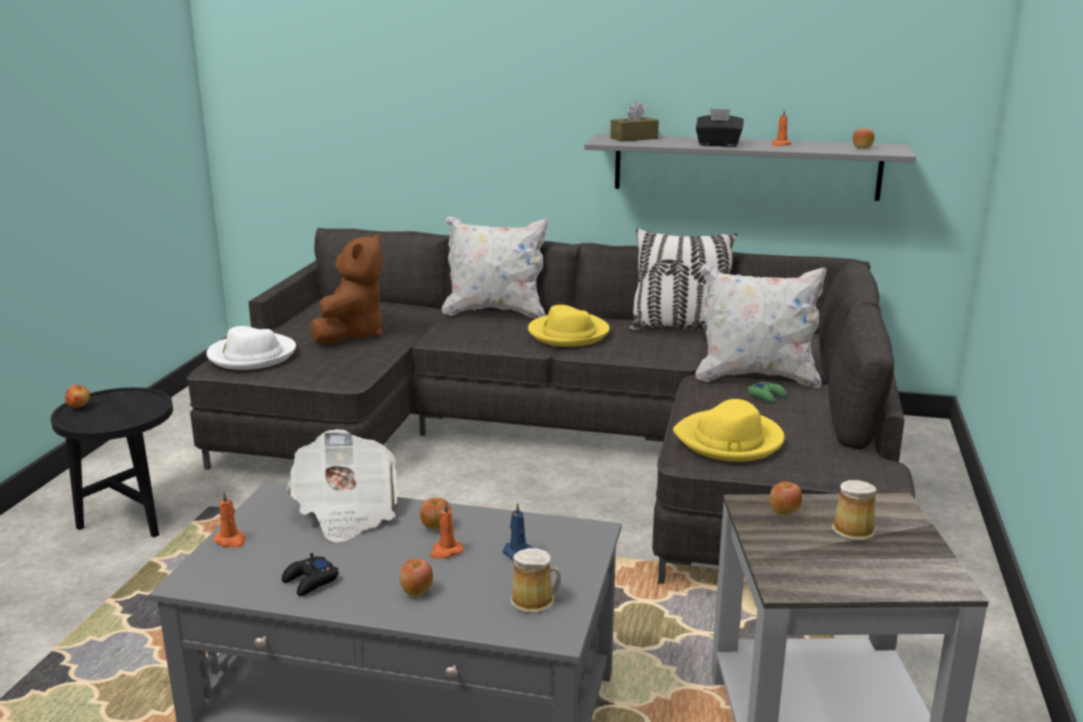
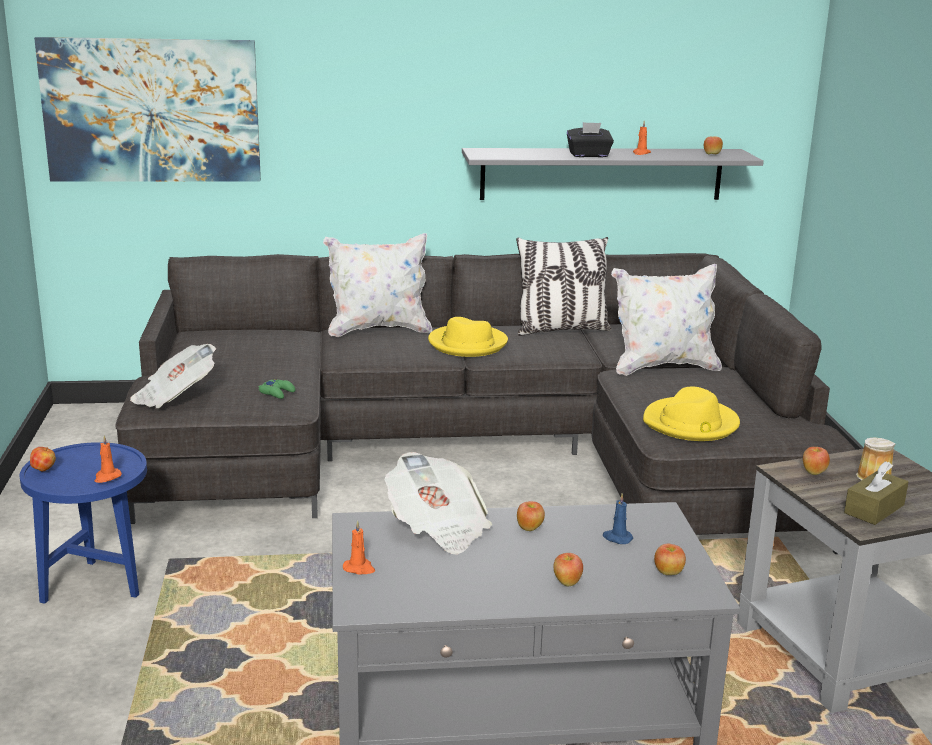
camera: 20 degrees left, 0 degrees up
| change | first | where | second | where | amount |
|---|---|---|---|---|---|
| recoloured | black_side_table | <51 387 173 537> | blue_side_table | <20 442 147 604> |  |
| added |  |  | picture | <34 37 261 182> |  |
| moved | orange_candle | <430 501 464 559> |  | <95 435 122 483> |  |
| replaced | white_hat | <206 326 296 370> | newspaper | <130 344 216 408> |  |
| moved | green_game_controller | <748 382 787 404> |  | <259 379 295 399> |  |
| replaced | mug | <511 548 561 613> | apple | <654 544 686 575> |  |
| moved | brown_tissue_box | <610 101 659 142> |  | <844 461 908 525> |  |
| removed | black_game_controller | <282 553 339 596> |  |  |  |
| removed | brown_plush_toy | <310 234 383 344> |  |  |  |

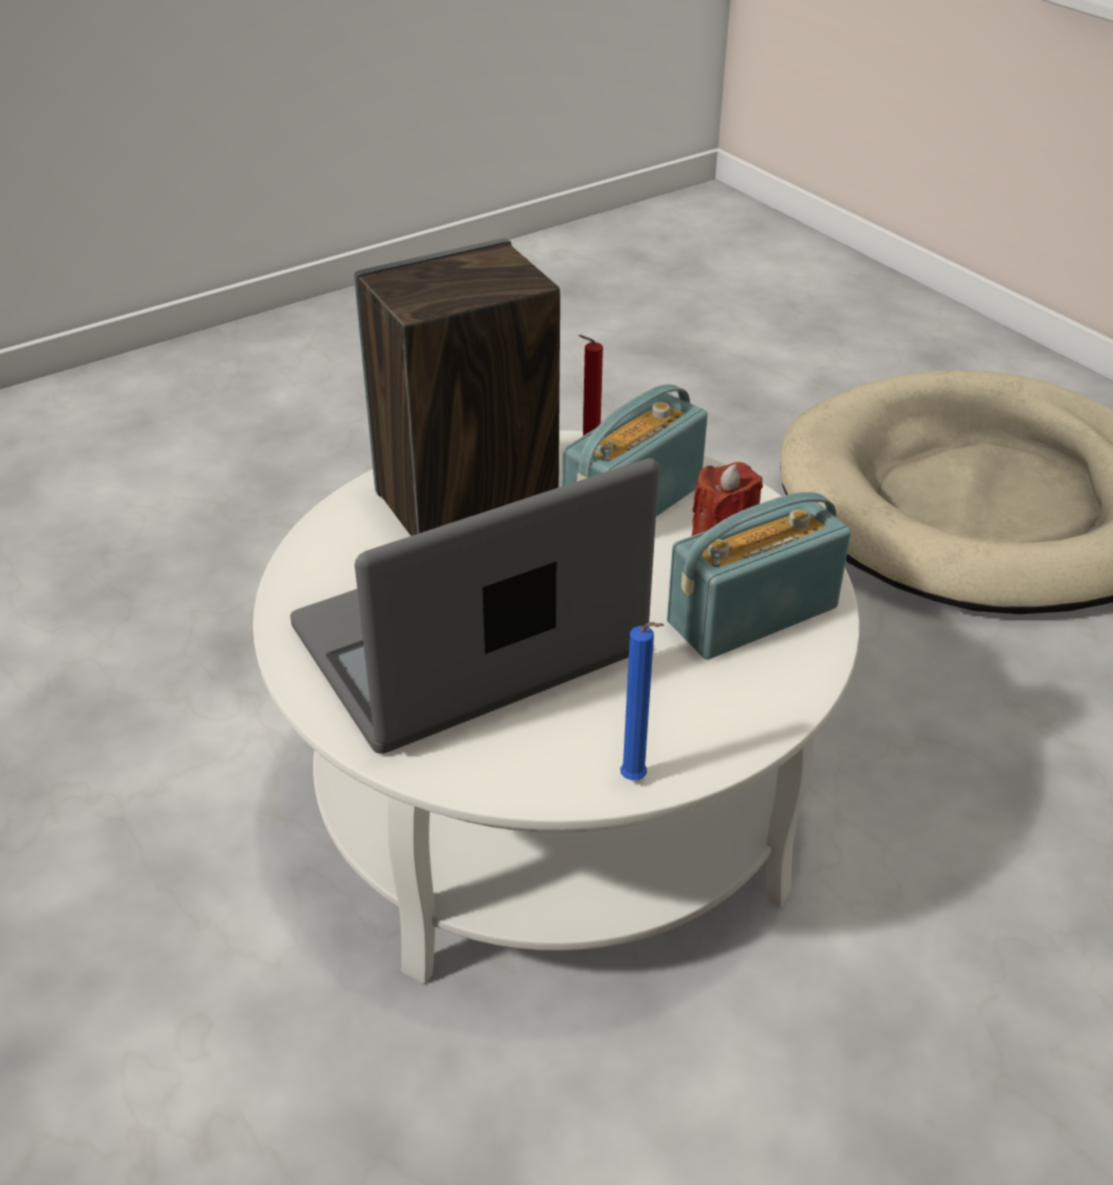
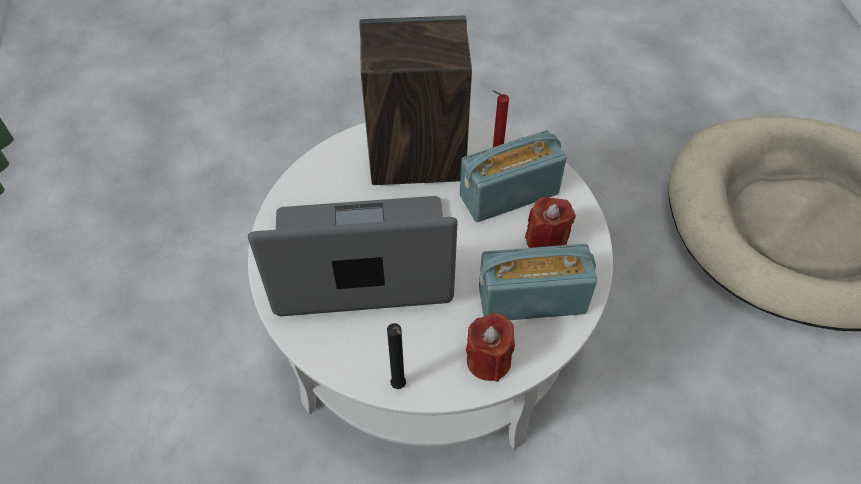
camera: 25 degrees right, 15 degrees up
| change | first | where | second | where | amount |
|---|---|---|---|---|---|
| recoloured | blue_candle | <620 622 664 780> | black_candle | <387 323 406 389> |  |
| added |  |  | red_candle | <466 313 515 382> |  |

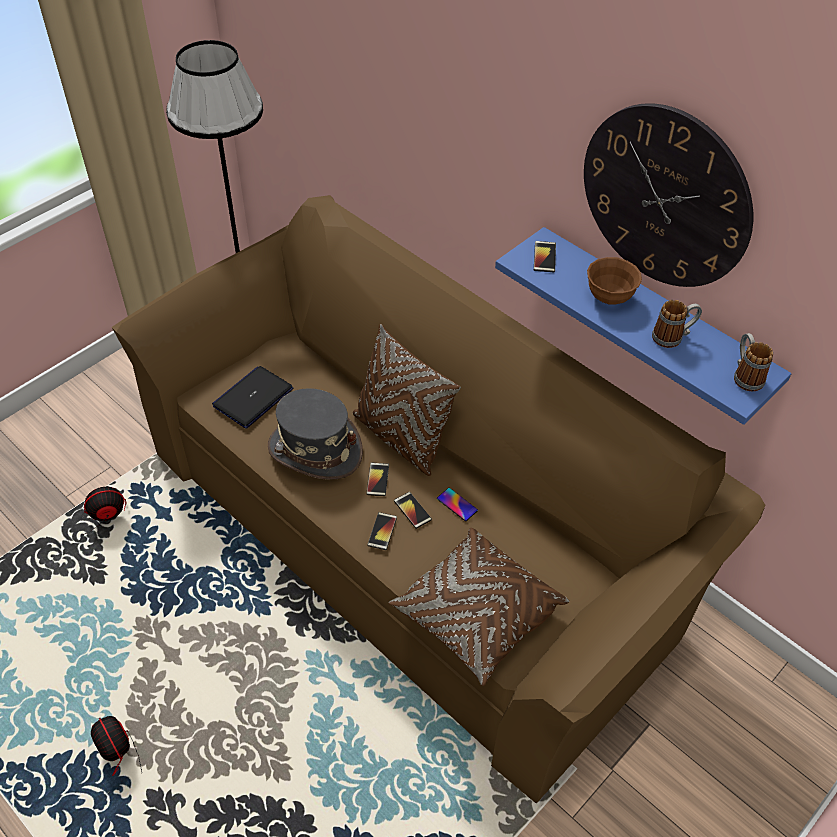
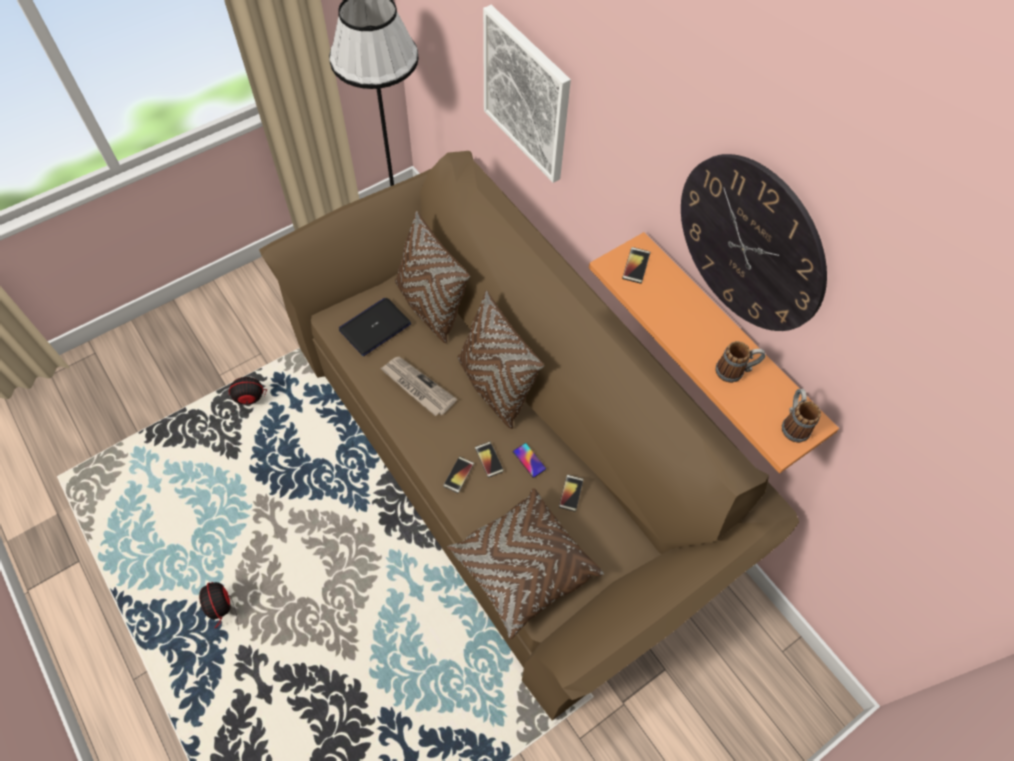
camera: 10 degrees right, 10 degrees up
| change | first | where | second | where | amount |
|---|---|---|---|---|---|
| replaced | grey_hat | <267 388 363 480> | newspaper | <380 357 457 416> |  |
| added |  |  | brown_pillow | <395 211 470 343> |  |
| added |  |  | picture | <483 5 571 183> |  |
| moved | phone | <366 462 389 496> |  | <559 475 584 512> |  |
| recoloured | blue_shelf | <495 227 792 425> | orange_shelf | <589 232 839 473> |  |
| removed | brown_bowl | <587 257 642 305> |  |  |  |

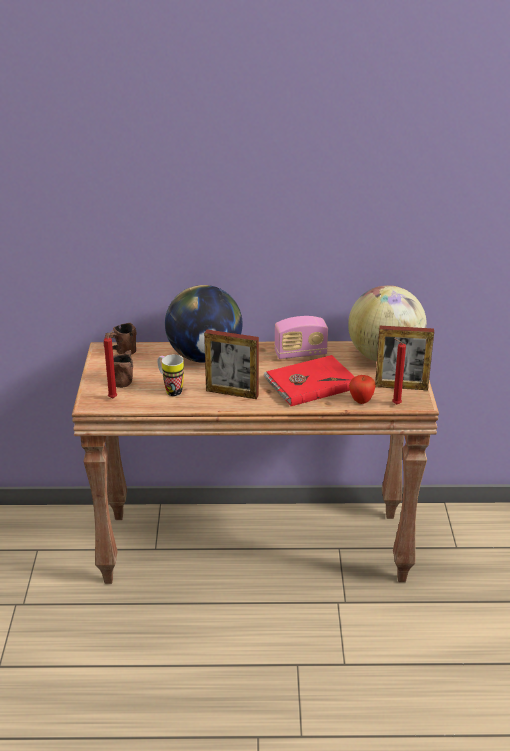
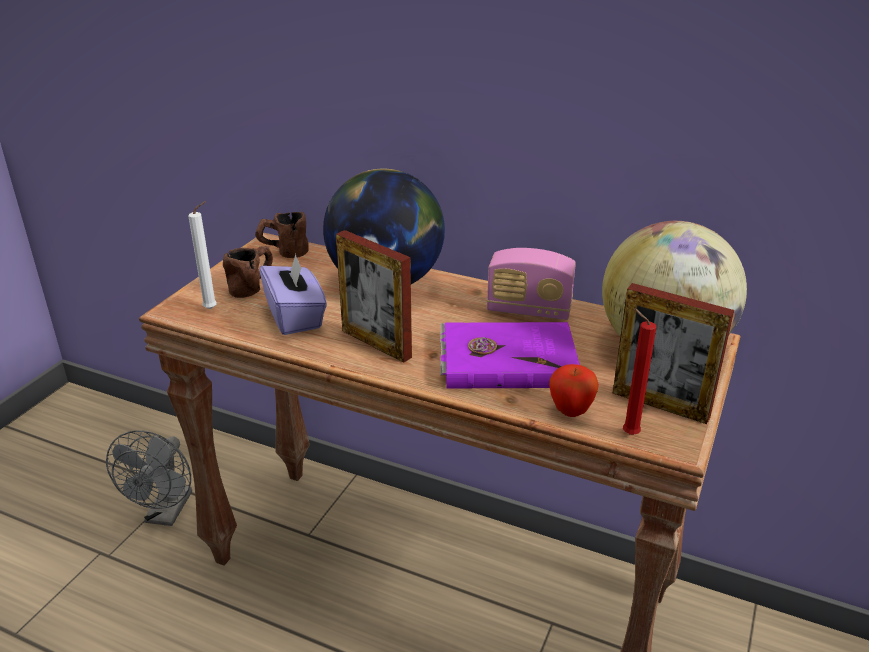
camera: 25 degrees right, 0 degrees up
| change | first | where | second | where | amount |
|---|---|---|---|---|---|
| added |  |  | grey_fan | <106 430 192 526> |  |
| recoloured | red_candle | <104 330 117 398> | white_candle | <188 201 217 309> |  |
| replaced | mug | <157 355 184 396> | purple_tissue_box | <259 254 327 335> |  |
| recoloured | red_book | <264 355 355 406> | purple_book | <440 322 580 389> |  |

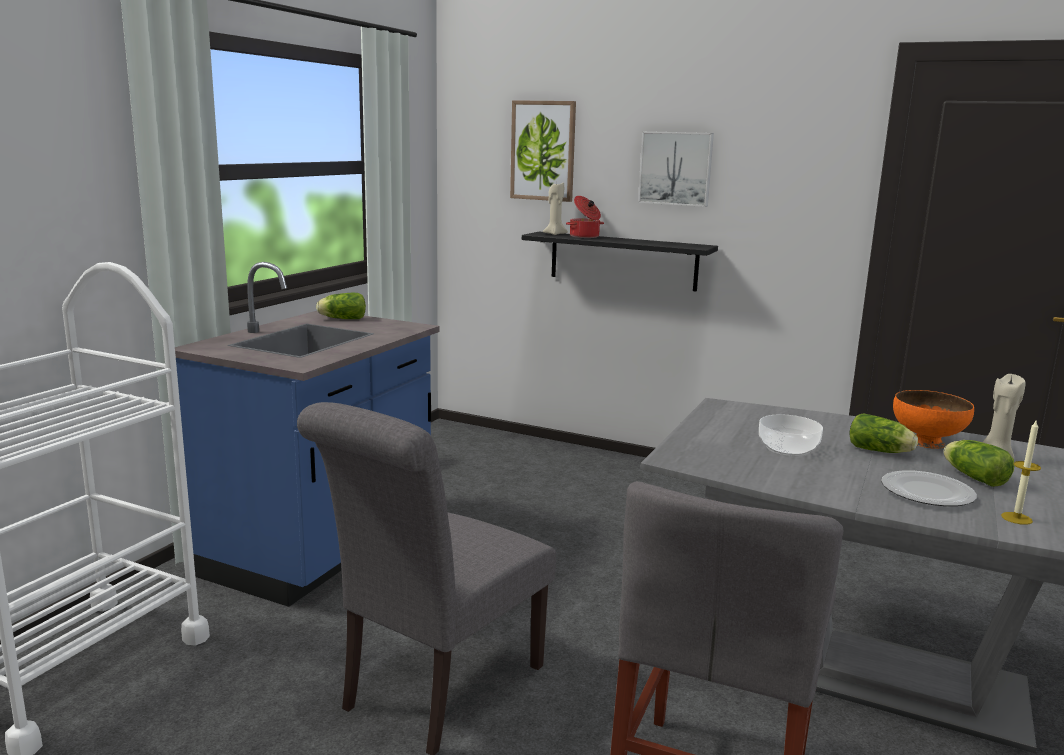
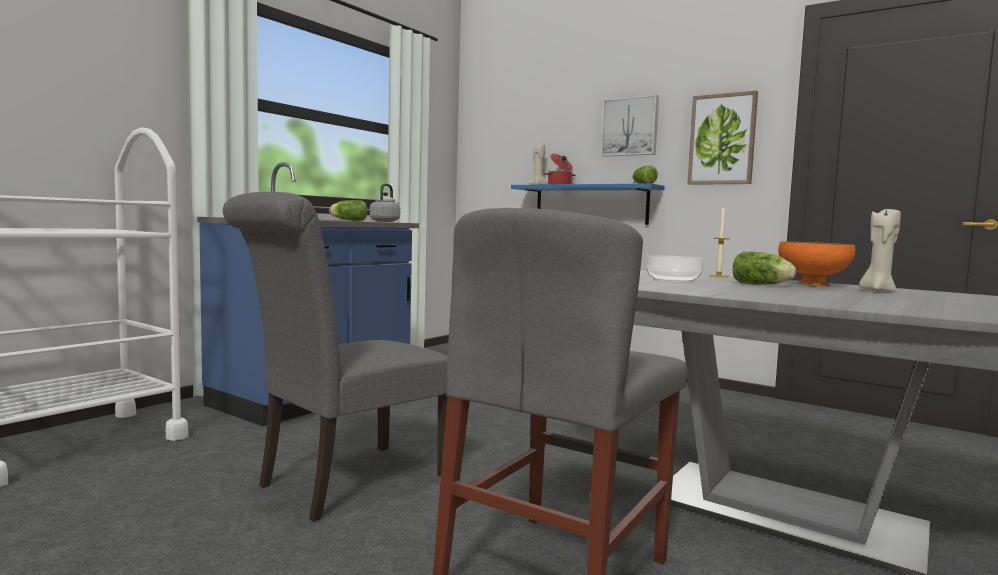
camera: 10 degrees right, 10 degrees down
| change | first | where | second | where | amount |
|---|---|---|---|---|---|
| added |  |  | grey_kettle | <370 183 400 222> |  |
| recoloured | black_shelf | <522 232 718 292> | blue_shelf | <511 183 665 225> |  |
| moved | lettuce | <944 440 1014 487> |  | <633 165 658 184> |  |
| moved | picture | <510 100 576 202> |  | <687 91 758 185> |  |
| moved | candle | <1001 419 1041 525> |  | <709 207 730 277> |  |
| removed | plate | <881 470 977 506> |  |  |  |

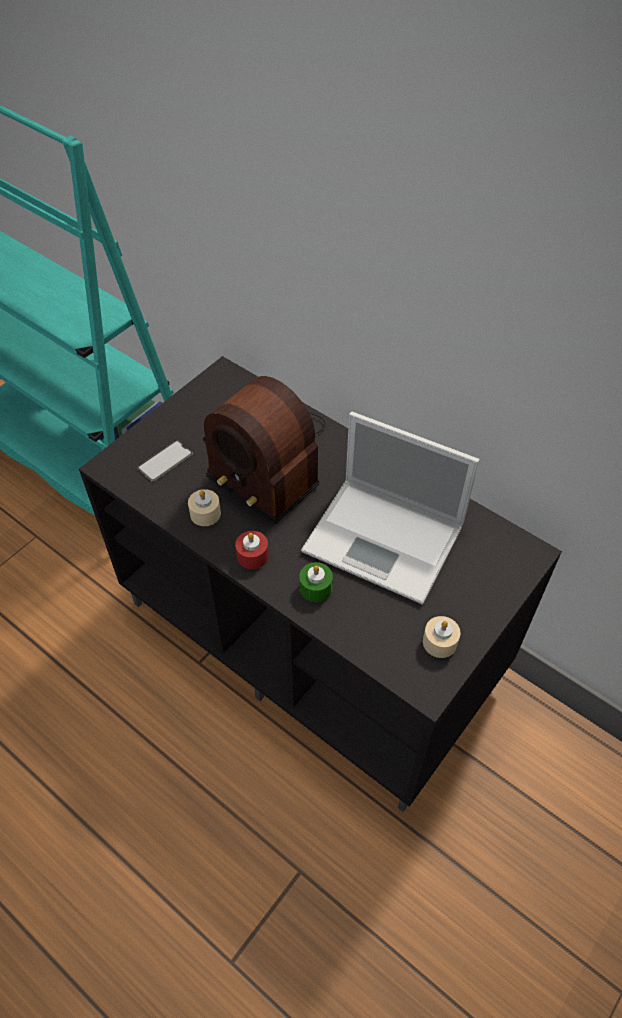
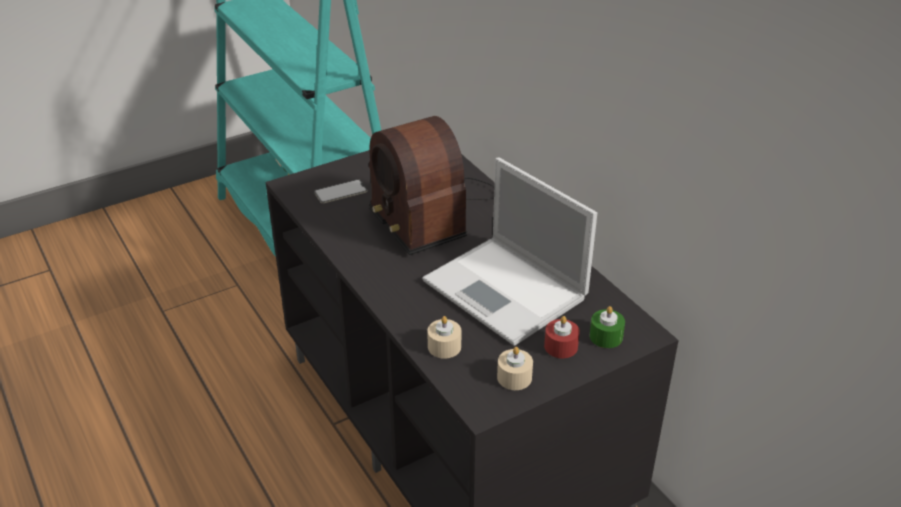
camera: 20 degrees right, 15 degrees down
| change | first | where | second | where | amount |
|---|---|---|---|---|---|
| moved | beige_candle | <188 489 221 526> |  | <427 316 461 359> |  |
| moved | red_candle | <235 531 269 569> |  | <544 316 580 358> |  |
| moved | green_candle | <299 562 333 602> |  | <590 306 625 348> |  |

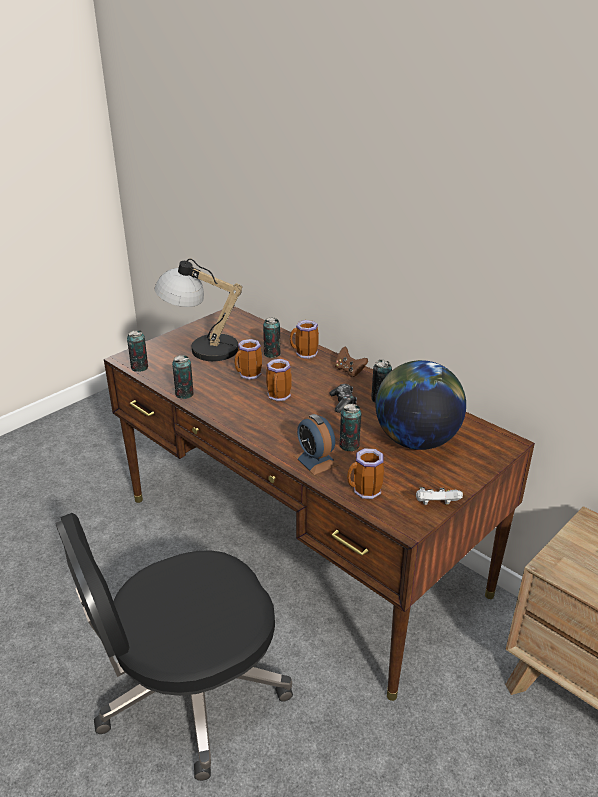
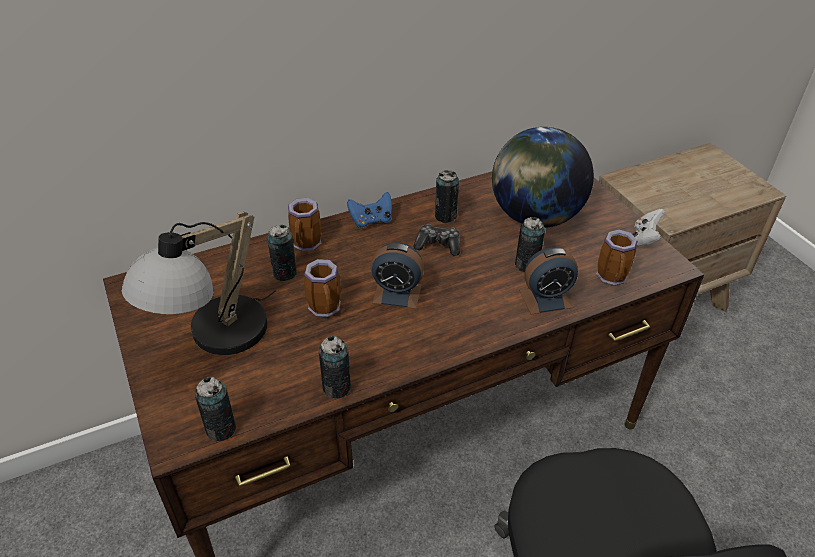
camera: 70 degrees left, 10 degrees up
| change | first | where | second | where | amount |
|---|---|---|---|---|---|
| recoloured | brown_game_controller | <335 347 368 377> | blue_game_controller | <347 192 392 228> |  |
| replaced | mug | <266 359 292 401> | alarm_clock | <371 242 424 309> |  |

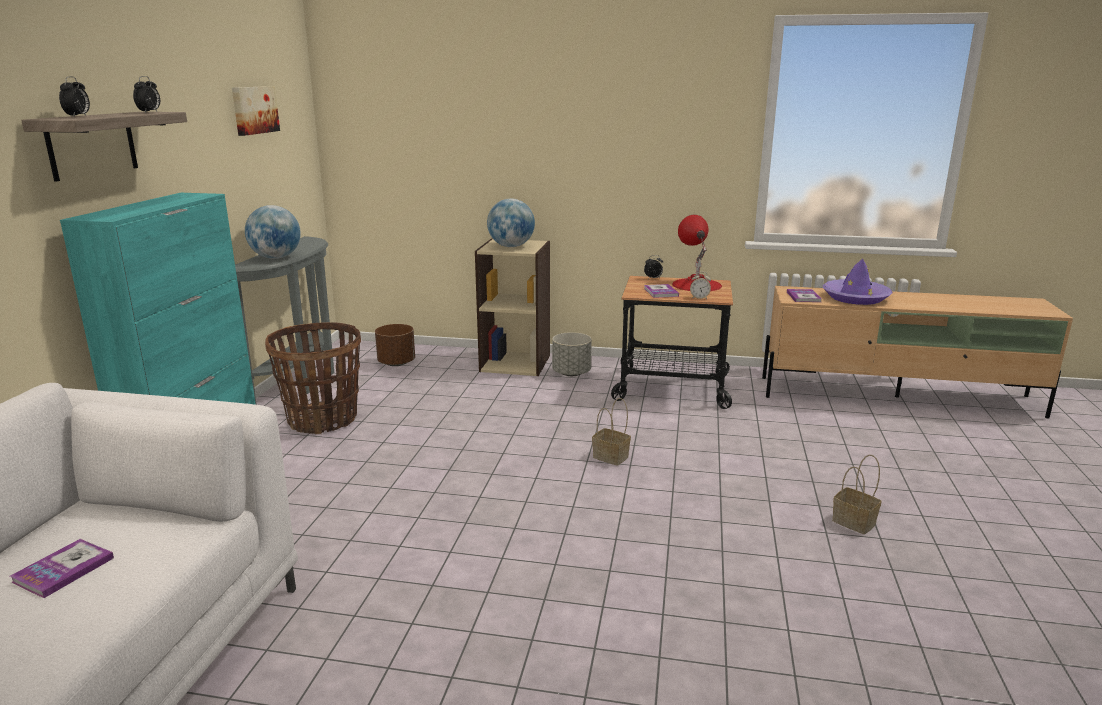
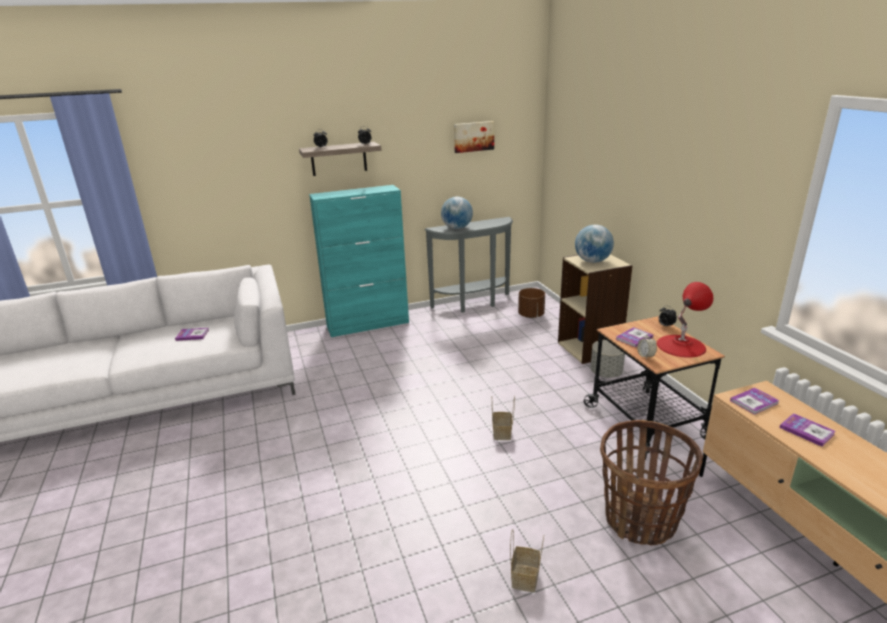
camera: 60 degrees right, 5 degrees up
| change | first | where | second | where | amount |
|---|---|---|---|---|---|
| moved | basket | <265 322 361 434> |  | <600 420 704 546> |  |
| replaced | purple_hat | <823 259 893 305> | book | <779 413 836 447> |  |

